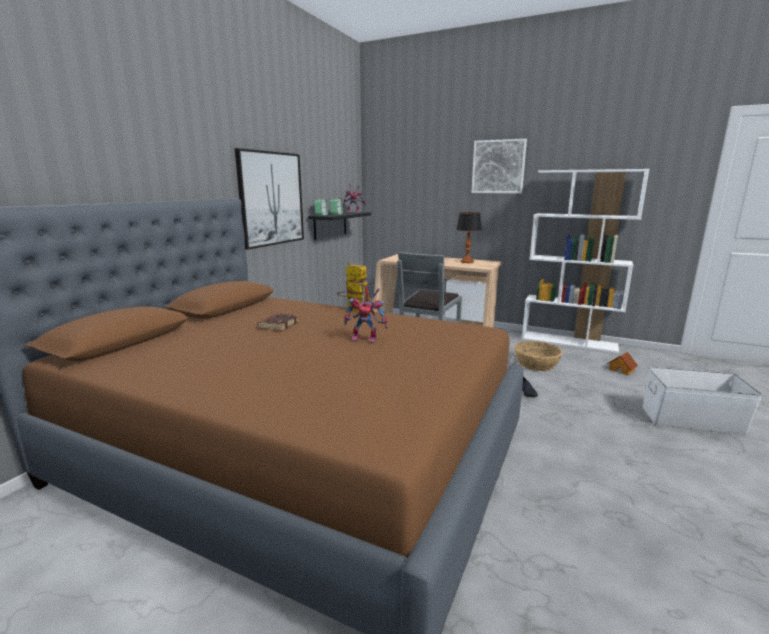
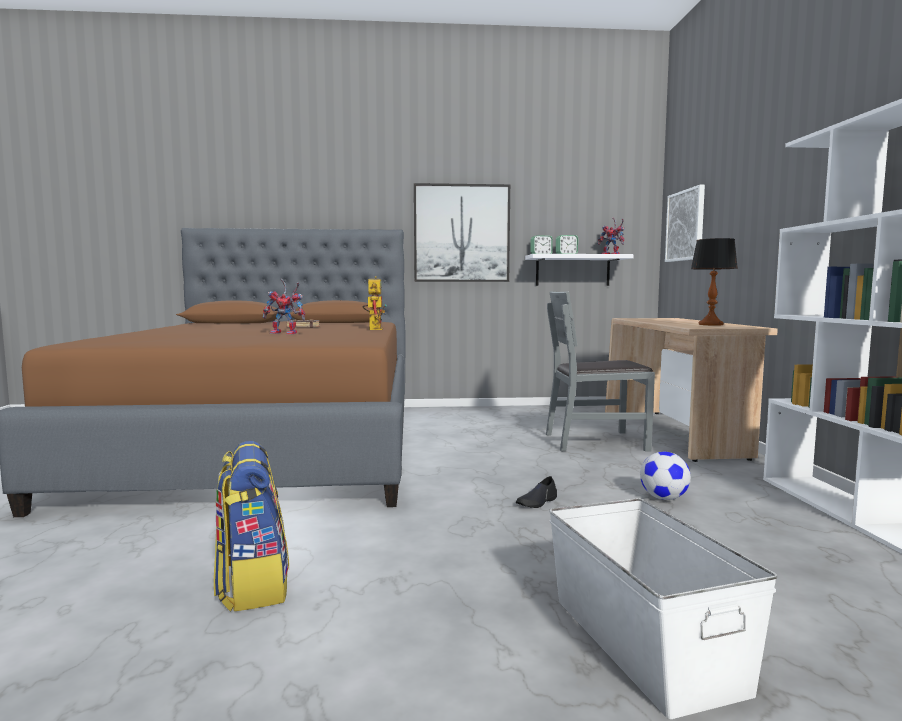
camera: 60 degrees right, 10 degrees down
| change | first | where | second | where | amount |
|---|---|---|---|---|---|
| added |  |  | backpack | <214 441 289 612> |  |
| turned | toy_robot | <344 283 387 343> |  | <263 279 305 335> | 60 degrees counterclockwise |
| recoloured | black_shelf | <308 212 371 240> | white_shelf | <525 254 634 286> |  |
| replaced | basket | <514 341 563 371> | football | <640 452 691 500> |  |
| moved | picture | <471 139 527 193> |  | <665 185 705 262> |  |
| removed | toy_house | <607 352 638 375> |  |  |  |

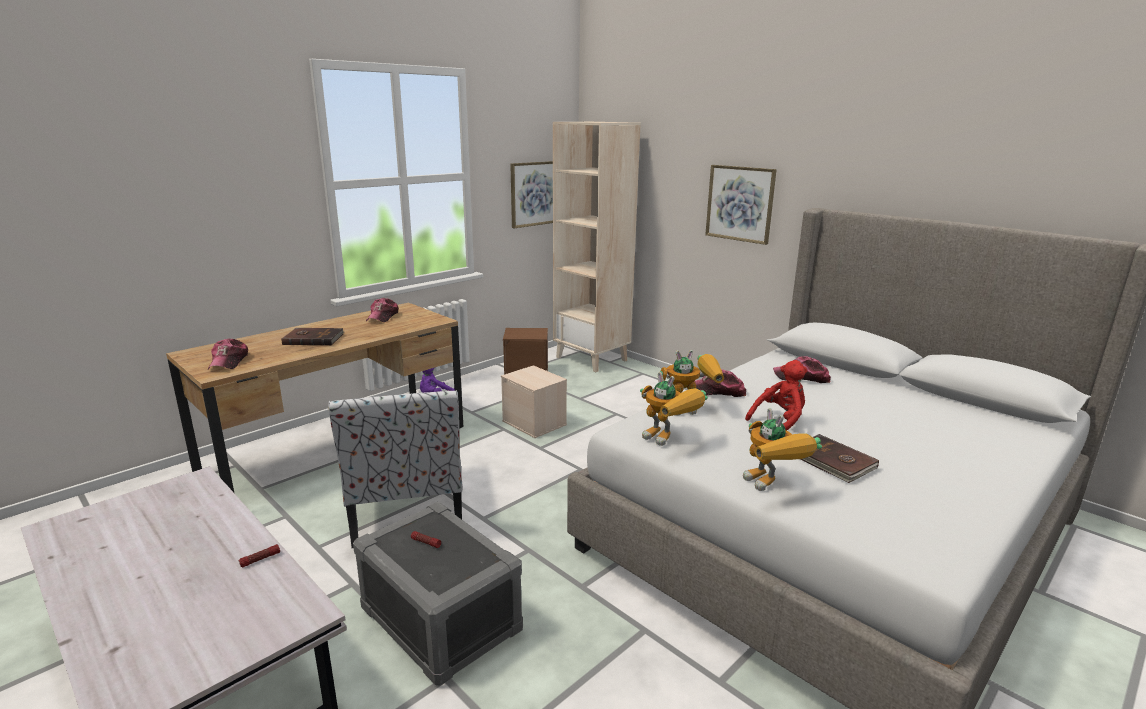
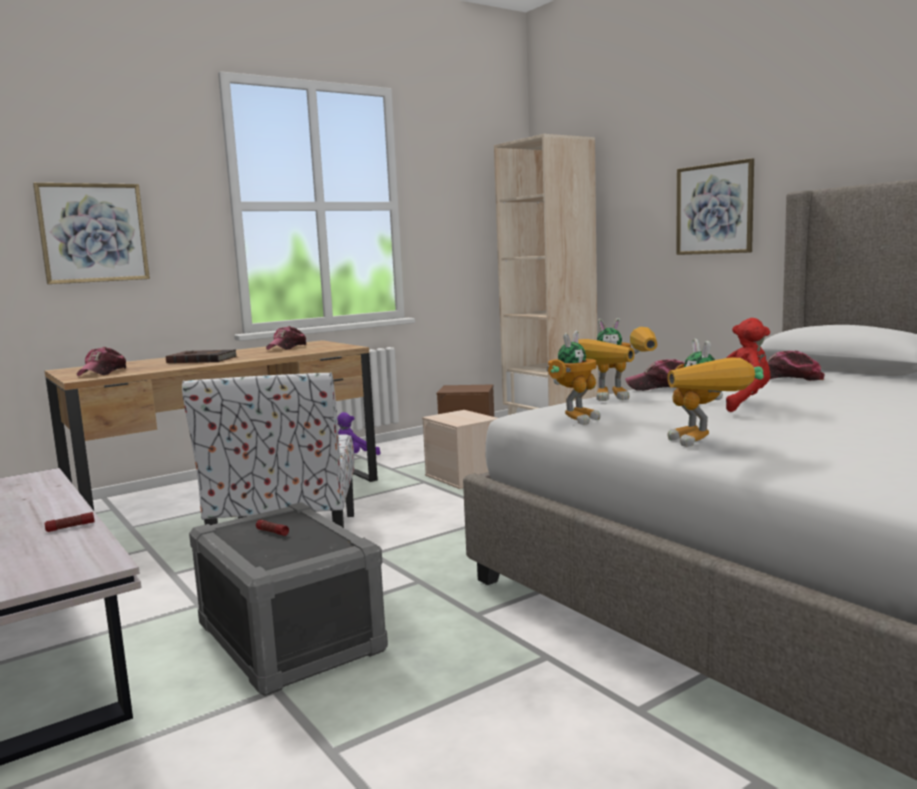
camera: 10 degrees right, 10 degrees down
| change | first | where | second | where | amount |
|---|---|---|---|---|---|
| moved | picture | <510 161 553 228> |  | <33 183 150 284> |  |
| turned | toy_robot | <640 372 708 446> |  | <547 331 635 425> | 105 degrees counterclockwise |
| removed | brown_book | <800 434 879 483> |  |  |  |

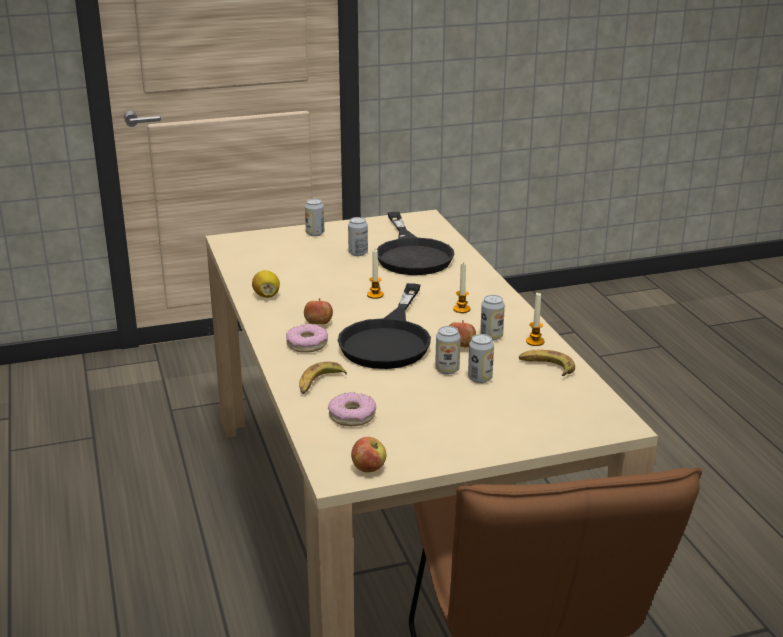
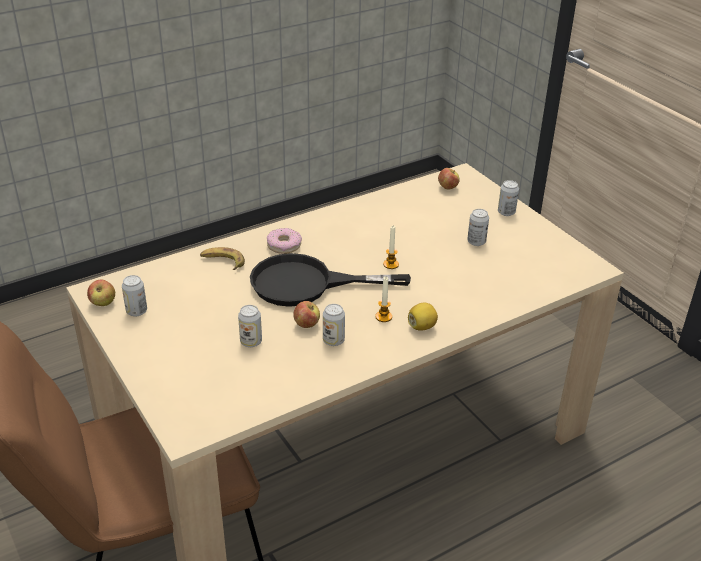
camera: 75 degrees right, 10 degrees up
| change | first | where | second | where | amount |
|---|---|---|---|---|---|
| moved | can | <435 326 461 374> |  | <122 275 147 316> |  |
| moved | lemon | <252 270 280 298> |  | <408 302 438 331> |  |
| moved | apple | <304 298 333 324> |  | <438 168 460 189> |  |
| removed | donut | <328 392 376 426> |  |  |  |
| removed | black_frying_pan | <377 212 454 275> |  |  |  |
| removed | banana | <519 350 575 376> |  |  |  |
| removed | candle | <526 292 544 346> |  |  |  |

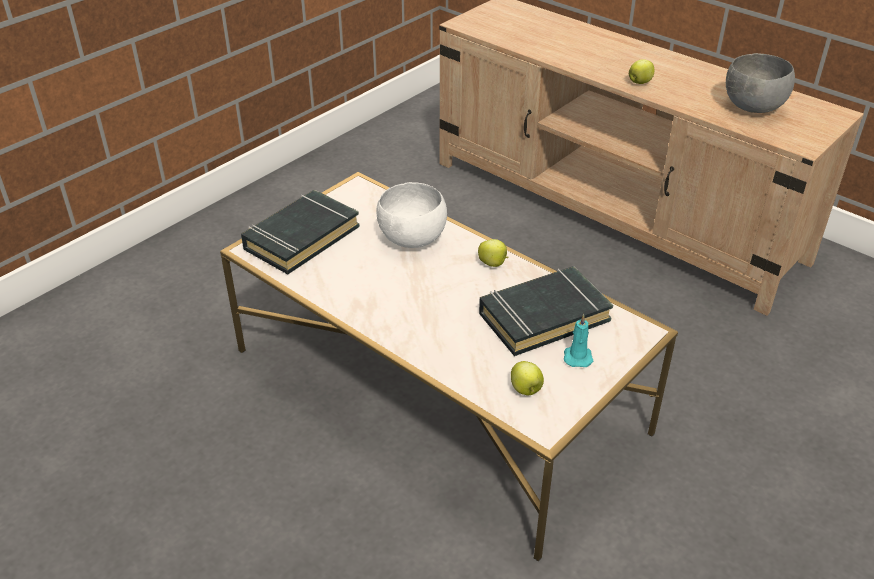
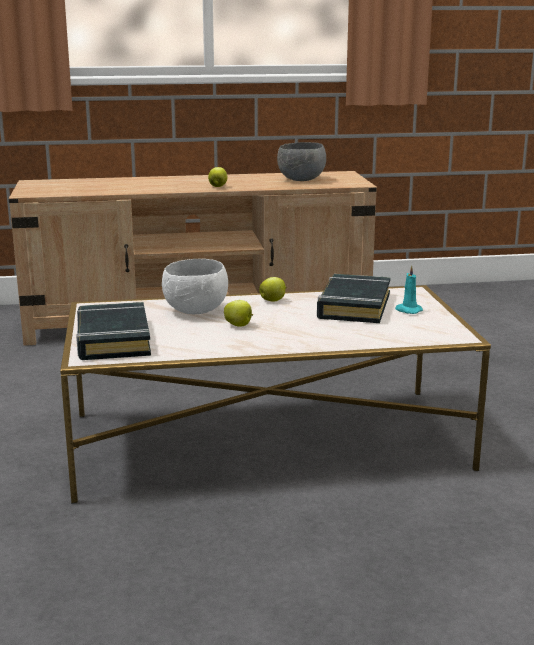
camera: 50 degrees left, 20 degrees down
| change | first | where | second | where | amount |
|---|---|---|---|---|---|
| moved | apple | <511 361 544 395> |  | <224 300 253 327> |  |

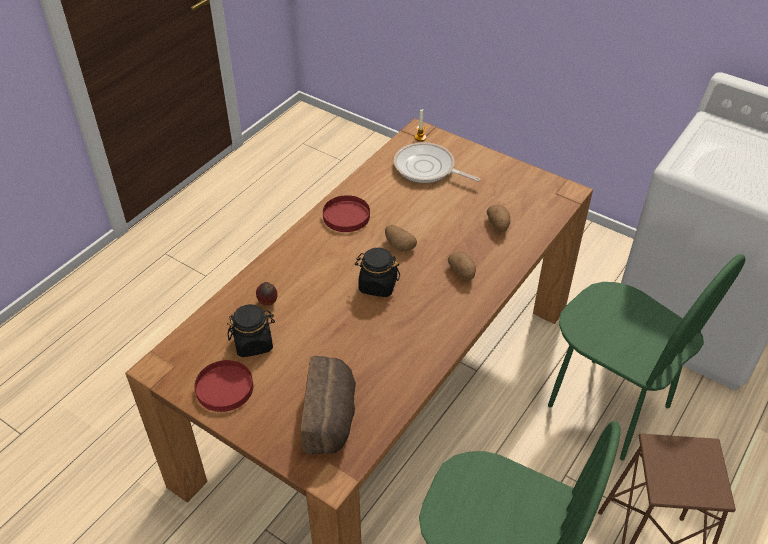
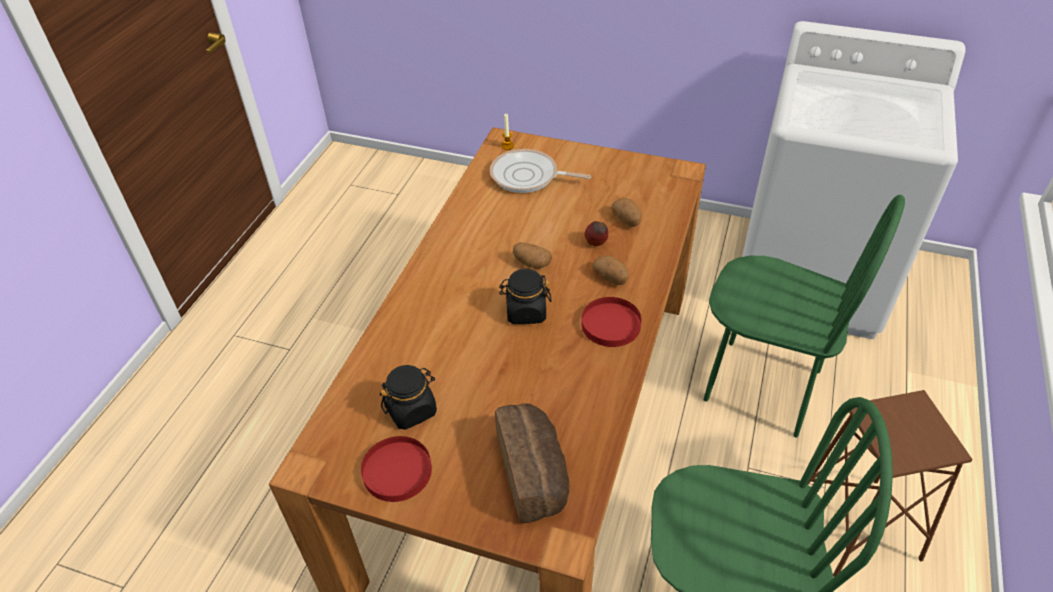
camera: 15 degrees left, 0 degrees up
| change | first | where | second | where | amount |
|---|---|---|---|---|---|
| moved | red_plate | <323 195 370 232> |  | <581 297 642 347> |  |
| moved | apple | <256 282 278 306> |  | <584 221 608 246> |  |

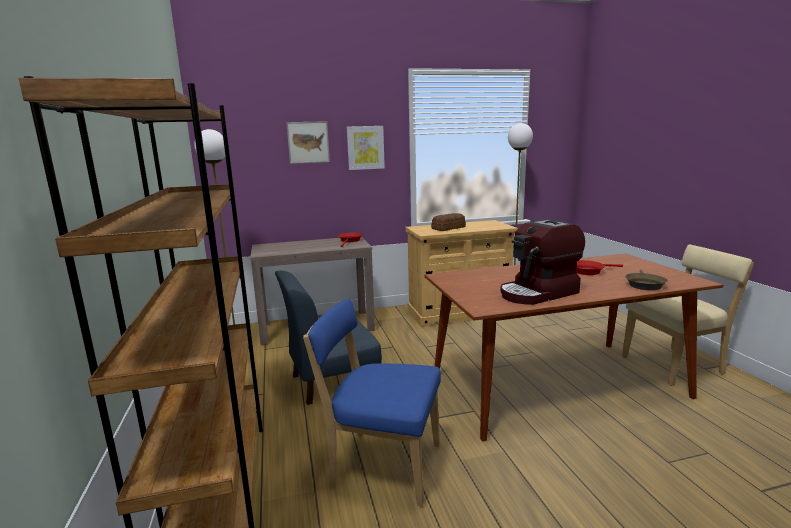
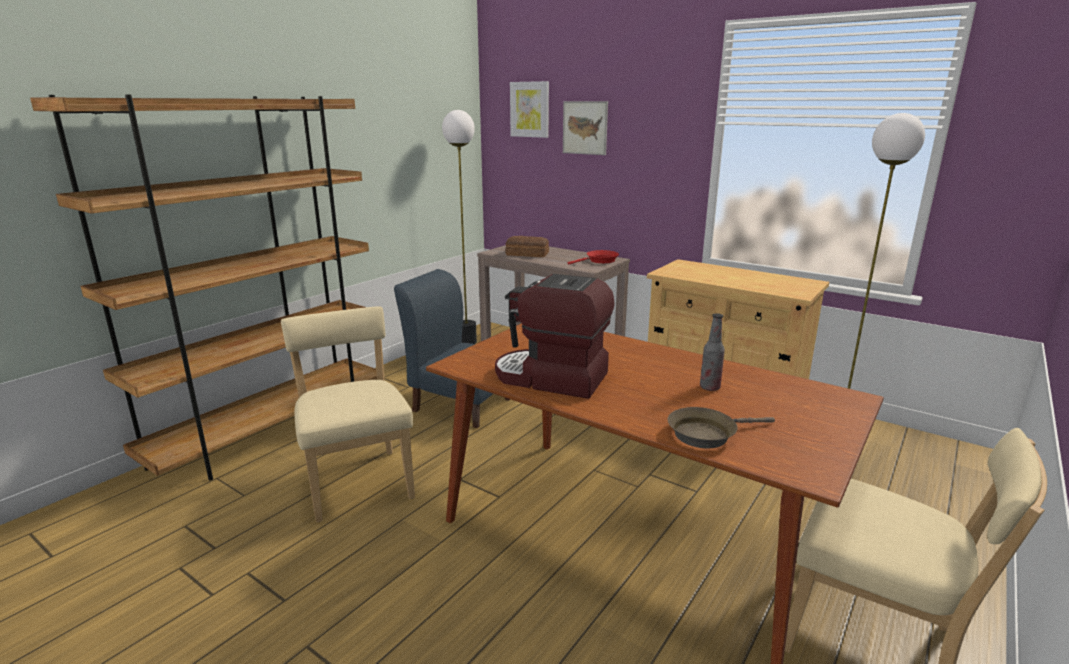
camera: 50 degrees right, 5 degrees up
| change | first | where | second | where | amount |
|---|---|---|---|---|---|
| recoloured | blue_chair | <303 298 441 506> | beige_chair | <281 306 415 523> |  |
| moved | bread | <431 213 466 231> |  | <505 236 549 257> |  |
| moved | picture | <347 126 385 170> |  | <510 81 549 138> |  |
| replaced | red_frying_pan | <576 260 623 275> | bottle | <700 313 725 391> |  |

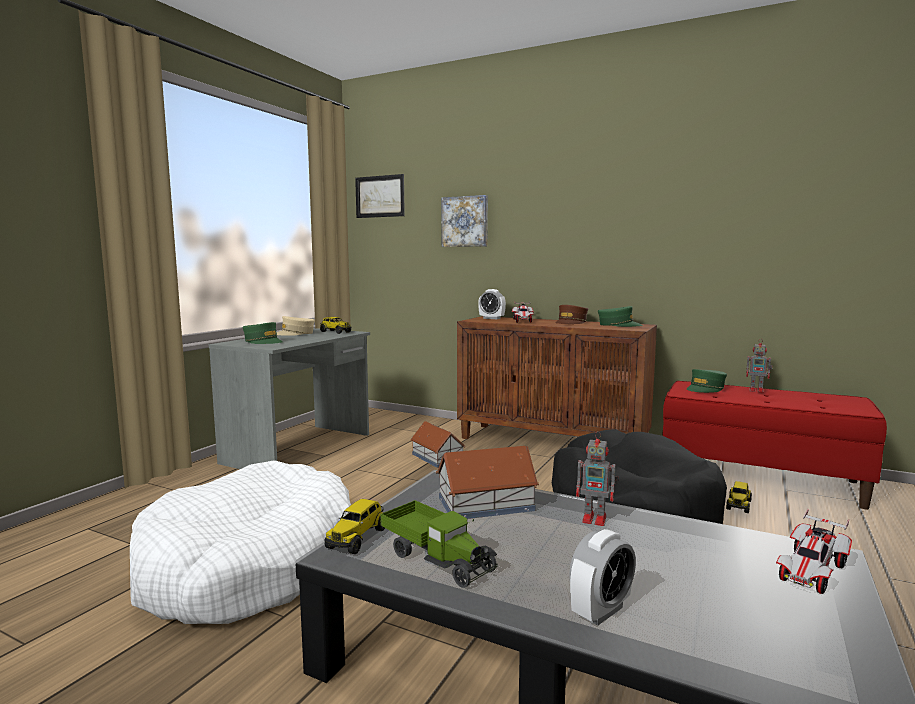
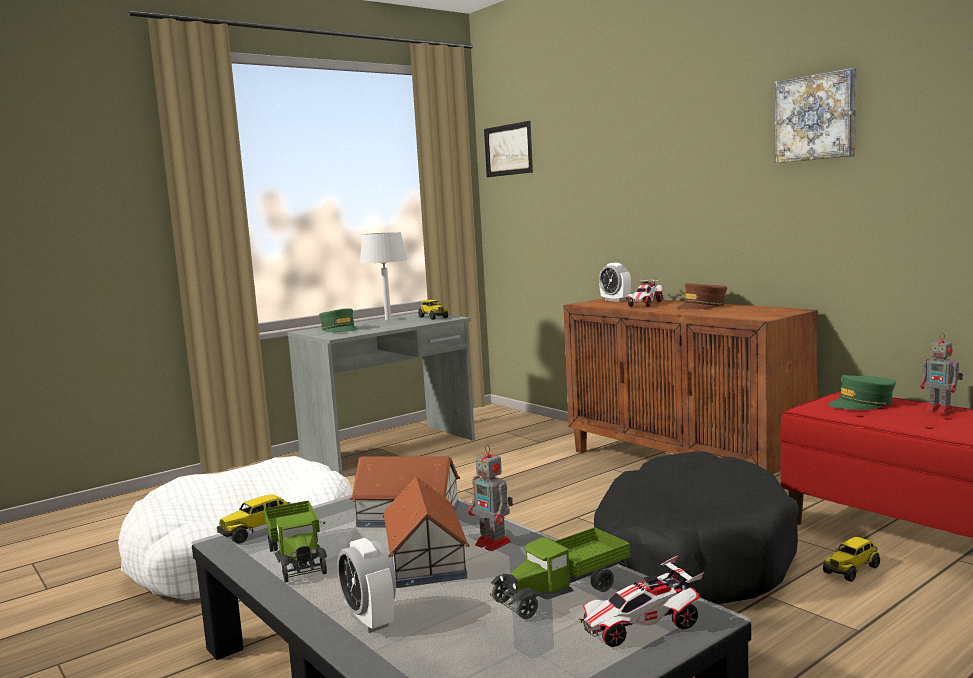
camera: 25 degrees right, 0 degrees up
| change | first | where | second | where | amount |
|---|---|---|---|---|---|
| turned | alarm_clock | <569 529 636 626> |  | <337 538 396 633> | 75 degrees clockwise |
| replaced | beige_cap | <276 316 315 336> | grey_table_lamp | <360 232 408 320> |  |
| moved | toy_house | <411 421 466 468> |  | <382 476 470 588> |  |
| added |  |  | toy_truck | <490 527 631 619> |  |
| moved | picture | <441 195 488 247> |  | <775 68 857 163> |  |
| removed | green_cap | <598 306 643 327> |  |  |  |

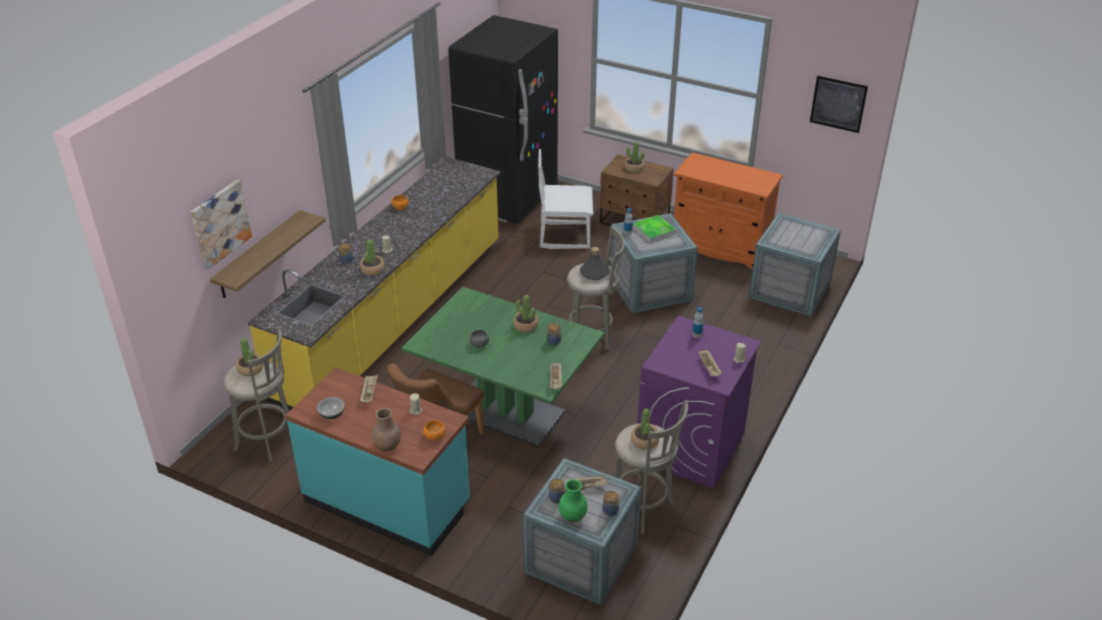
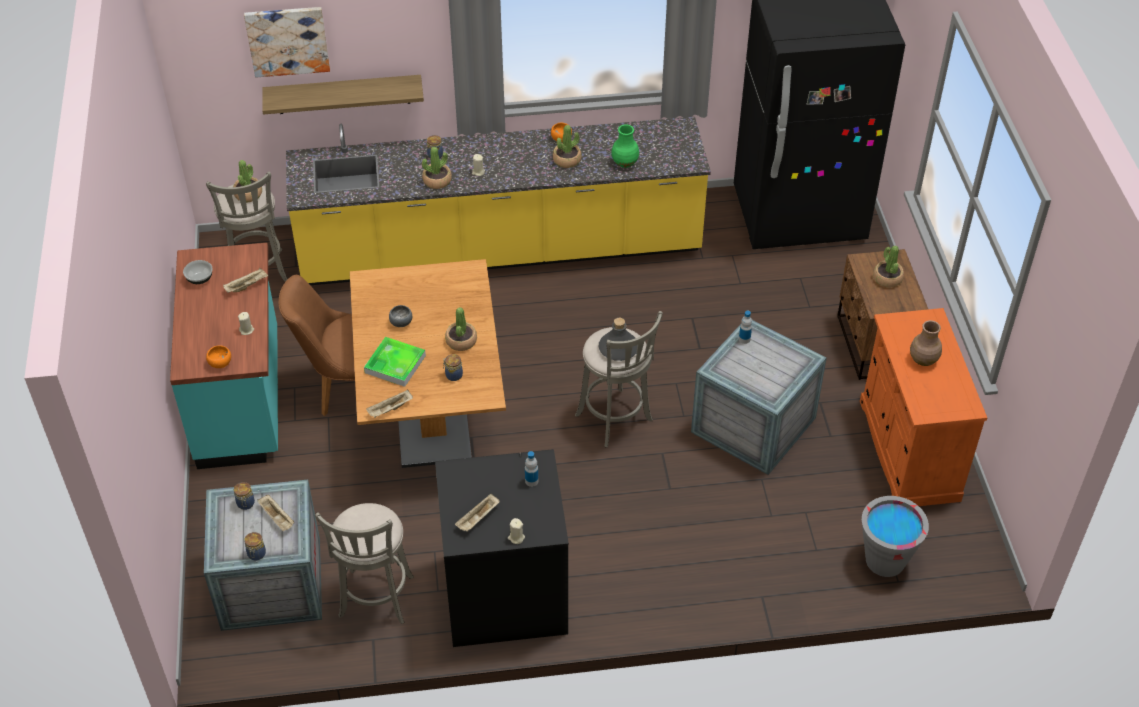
camera: 55 degrees right, 10 degrees up
| change | first | where | second | where | amount |
|---|---|---|---|---|---|
| recoloured | green_dining_table | <402 286 605 447> | brown_dining_table | <350 259 506 468> |  |
| moved | tray | <633 215 676 243> |  | <364 337 426 387> |  |
| recoloured | purple_washing_machine | <637 316 761 489> | black_washing_machine | <435 449 569 647> |  |
| moved | potted_plant | <631 408 659 450> |  | <553 125 581 168> |  |
| moved | green_vase | <559 479 588 522> |  | <611 124 639 168> |  |
| replaced | crate | <749 213 841 317> | grey_bucket | <862 496 929 577> |  |
| moved | brown_vase | <372 408 401 451> |  | <910 320 942 366> |  |
| removed | white_chair | <538 149 593 249> |  |  |  |
| removed | picture | <810 76 868 133> |  |  |  |

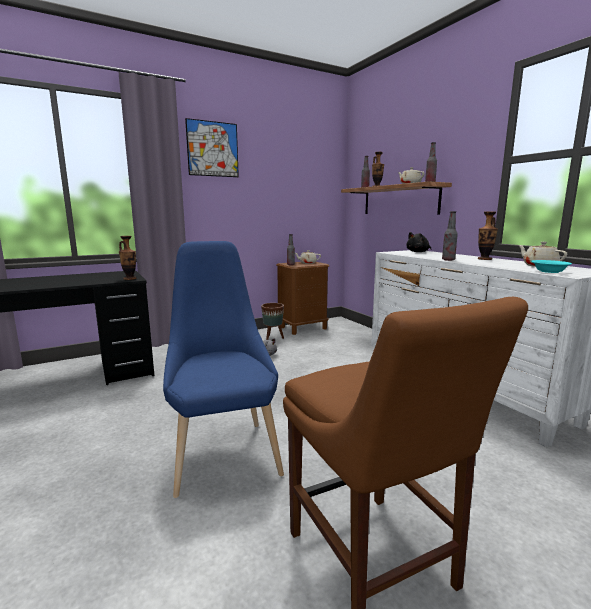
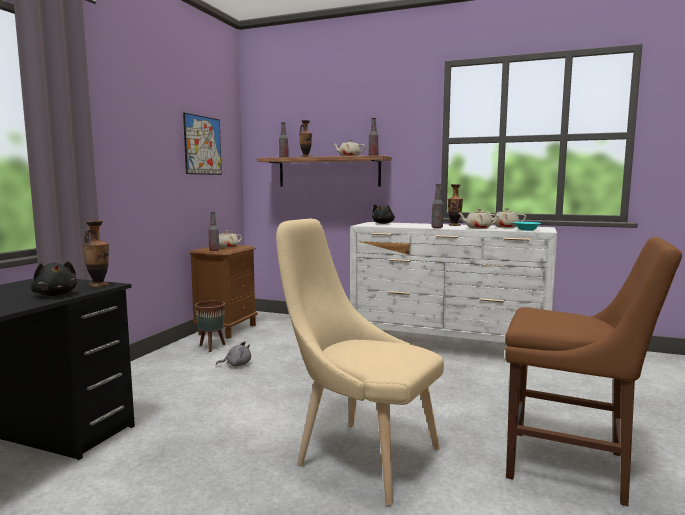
camera: 40 degrees left, 5 degrees down
| change | first | where | second | where | amount |
|---|---|---|---|---|---|
| added |  |  | black_plush_toy | <31 261 77 296> |  |
| moved | picture | <185 118 239 177> |  | <183 113 222 175> |  |
| recoloured | blue_chair | <163 241 284 498> | beige_chair | <276 218 444 506> |  |
| added |  |  | beige_teapot | <457 208 499 229> |  |

